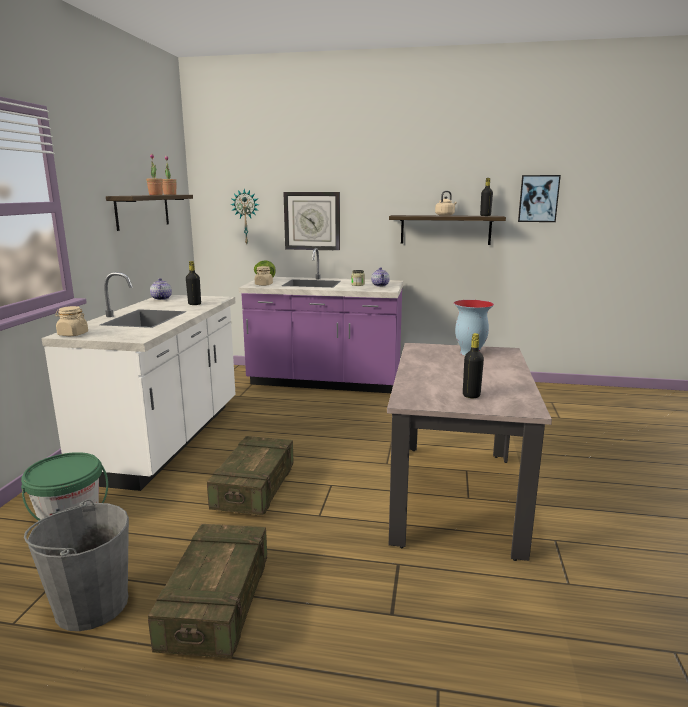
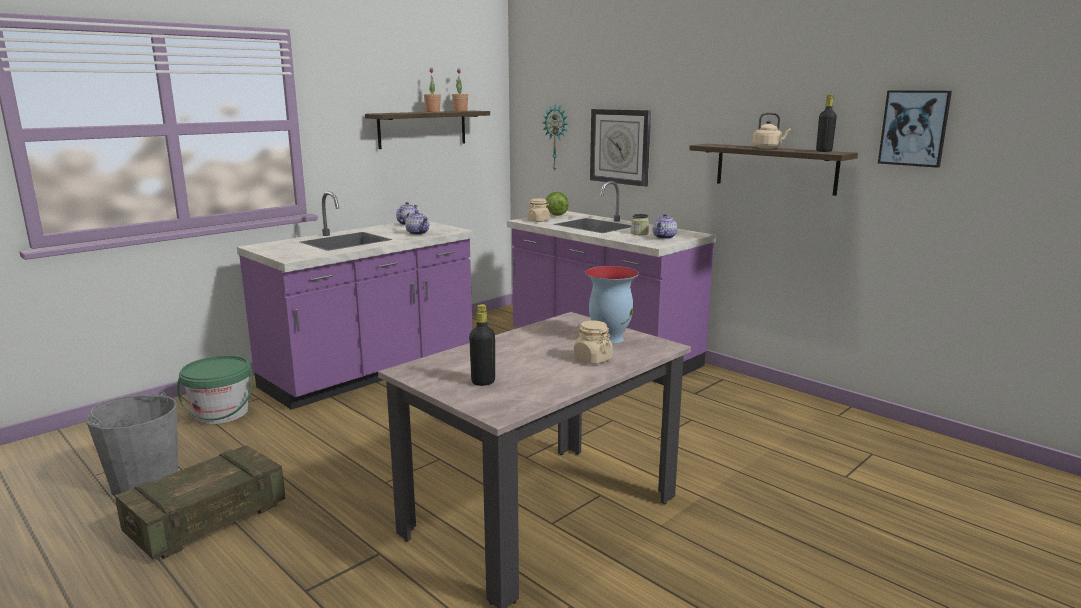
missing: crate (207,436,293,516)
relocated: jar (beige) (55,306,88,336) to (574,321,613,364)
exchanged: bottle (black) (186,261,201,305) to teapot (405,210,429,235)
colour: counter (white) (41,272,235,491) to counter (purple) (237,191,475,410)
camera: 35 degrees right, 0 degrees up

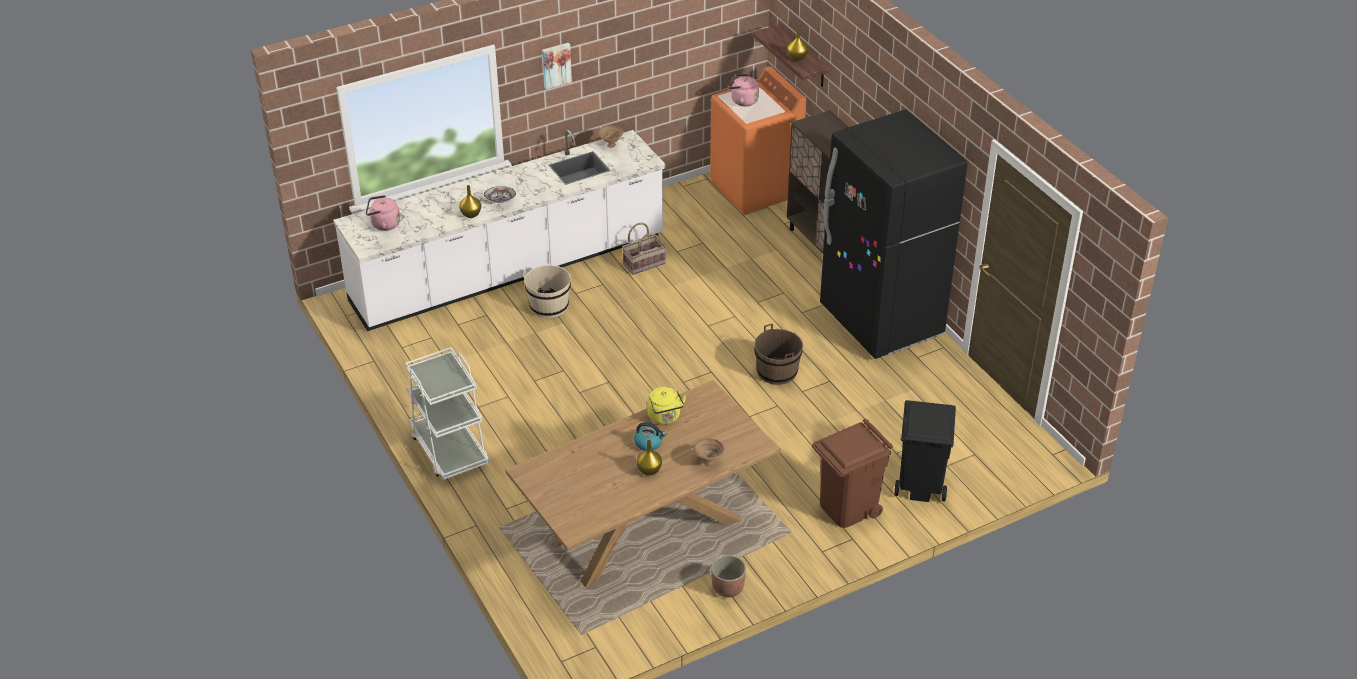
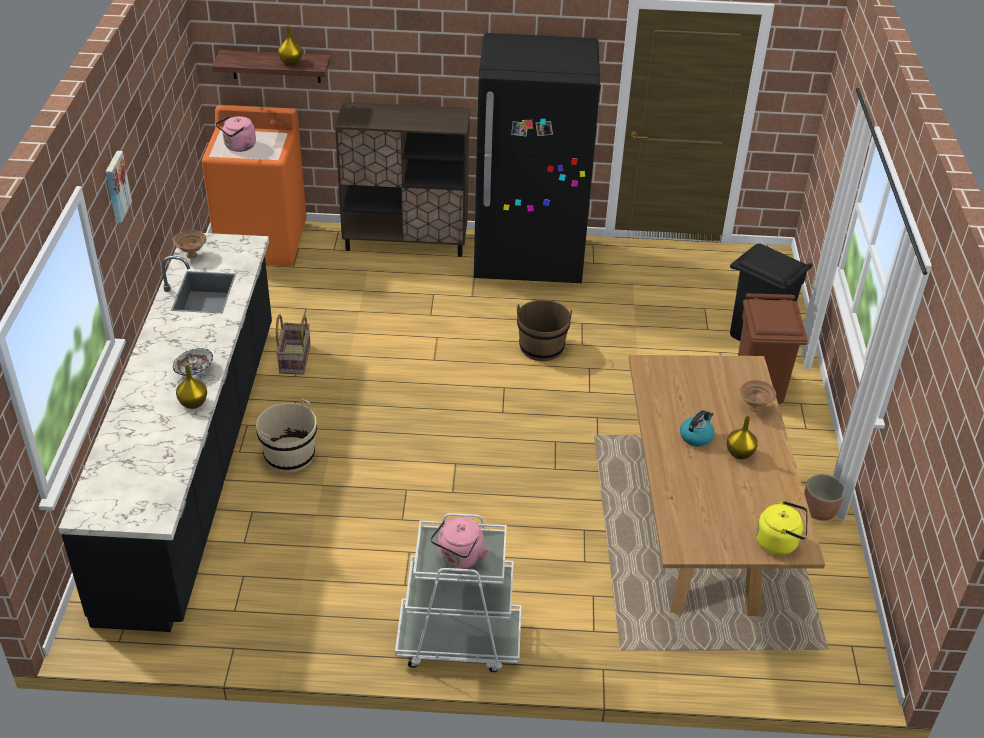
relocated: kettle (pink) (366,195,400,231) to (430,517,490,569); kettle (yellow) (647,387,686,425) to (756,501,808,555)
colour: counter (white) (333,130,665,331) to counter (black) (59,233,272,632)
camera: 60 degrees left, 0 degrees up

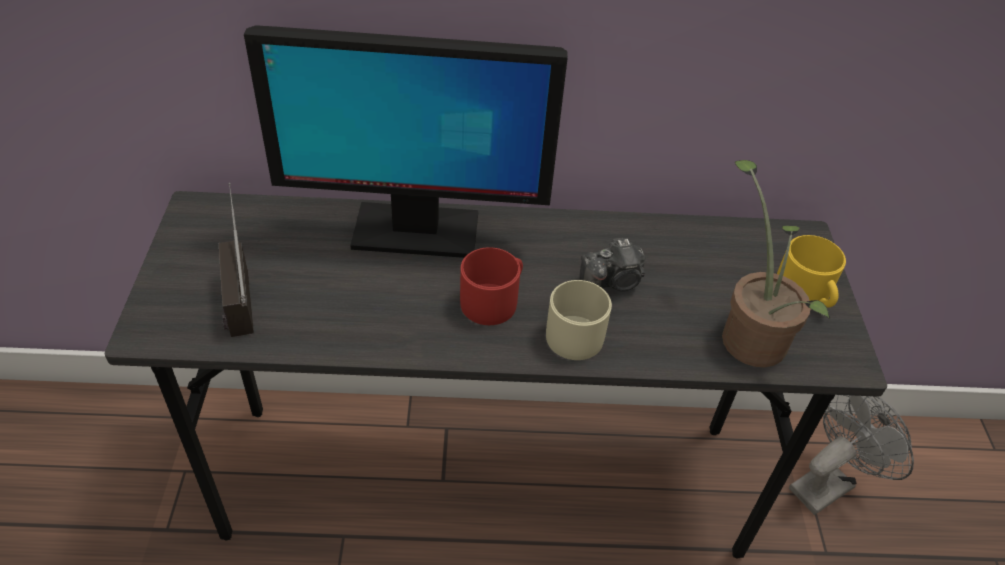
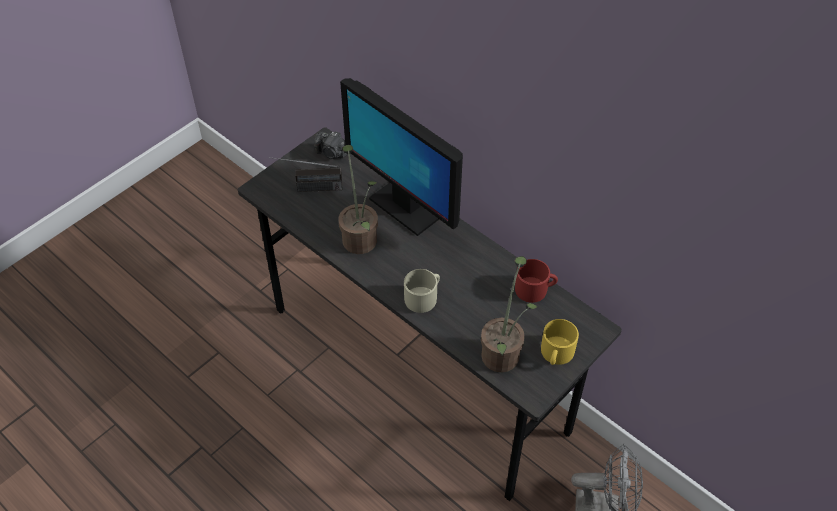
appeared: potted plant (339,145,378,254)
relocated: photo camera (580,238,645,291) to (314,132,347,159); mug (red) (460,247,523,325) to (515,259,558,303)
spun: radio (219,183,254,337) = (269,157,342,192) 120 degrees counterclockwise
camera: 45 degrees right, 5 degrees up

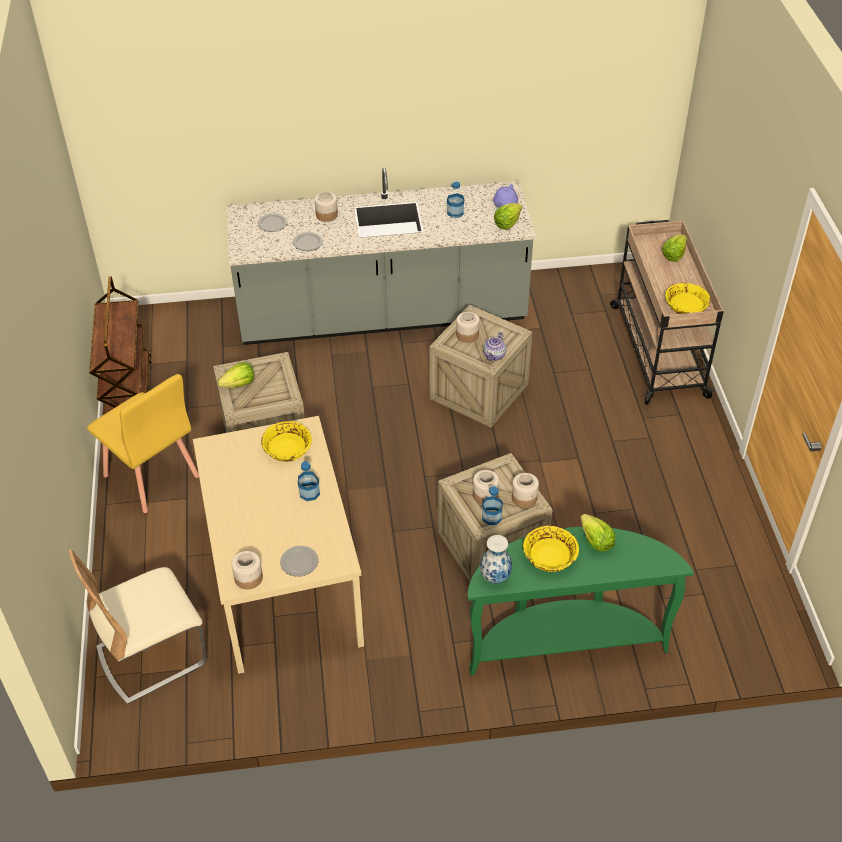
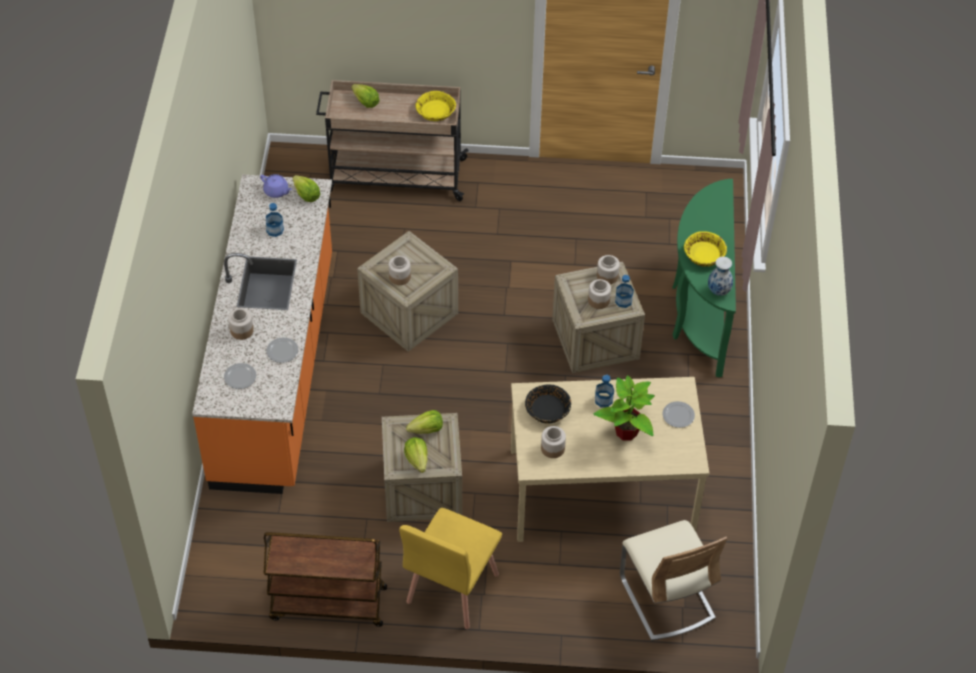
missing: teapot (483,333,506,361)
appeared: potted plant (594,375,655,440)
relocated: lettuce (580,514,615,552) to (406,410,443,434); jar (232,551,263,590) to (541,426,566,458)
colour: counter (grey) (227,168,536,345) to counter (orange) (192,174,332,494); bowl (yellow) (261,421,312,462) to bowl (black) (525,384,571,424)
spun: chair (yellow) (87,374,199,513) = (399,508,502,629) 150 degrees clockwise
camera: 80 degrees left, 5 degrees up

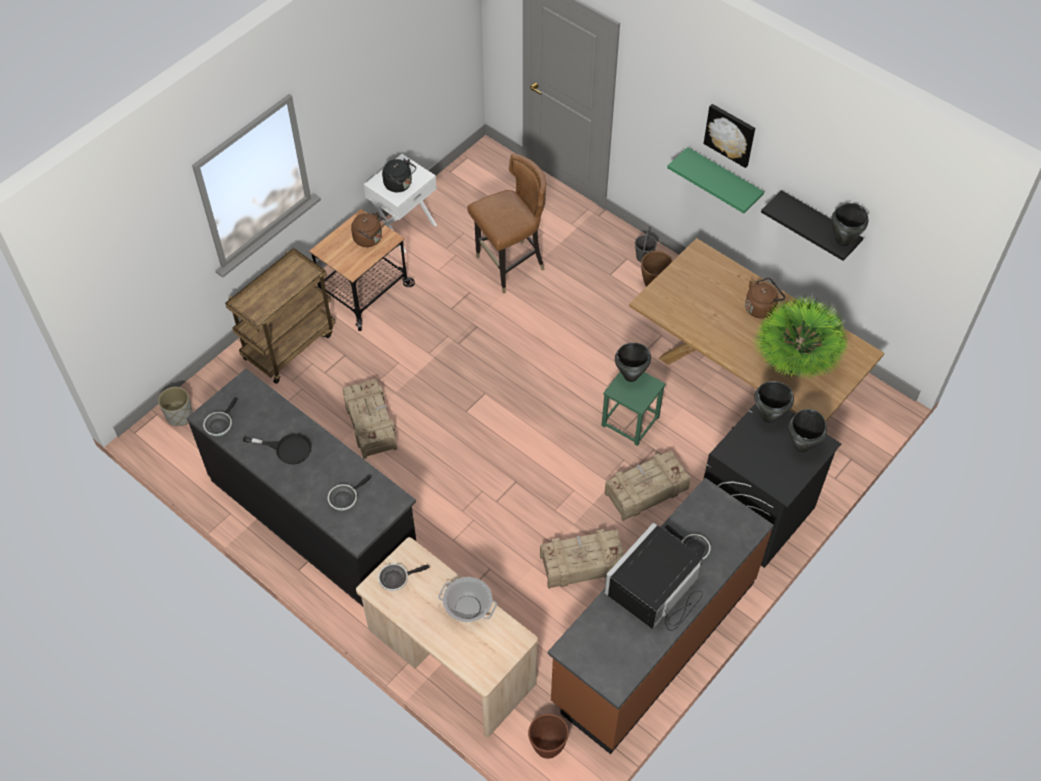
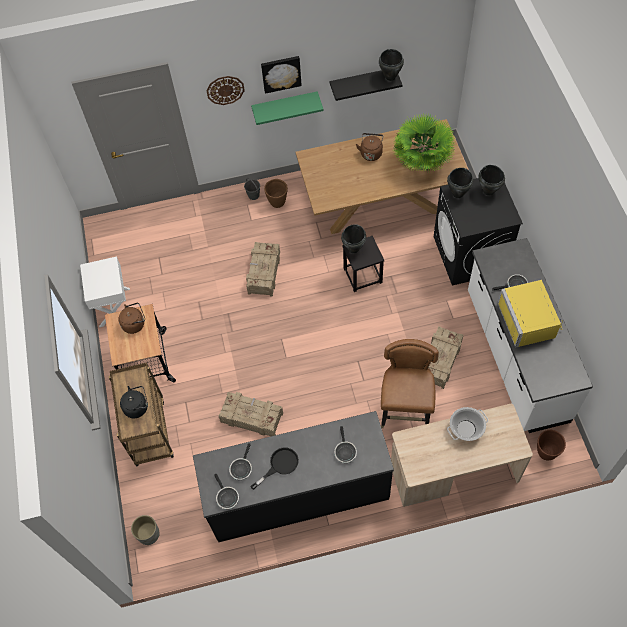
appeared: wall clock (207,76,245,105)
relocated: chair (brown) (467,153,546,293) to (381,339,439,428); kettle (black) (382,159,416,192) to (120,386,148,418); crate (604,451,691,521) to (246,242,280,297); frying pan (378,563,430,591) to (229,443,252,480)
colour: stool (green) (601,372,666,446) to stool (black) (342,236,384,292); counter (brown) (548,478,774,754) to counter (white) (468,238,593,433); microwave (black) (604,522,703,631) to microwave (yellow) (497,280,563,348)
camera: 50 degrees left, 5 degrees up

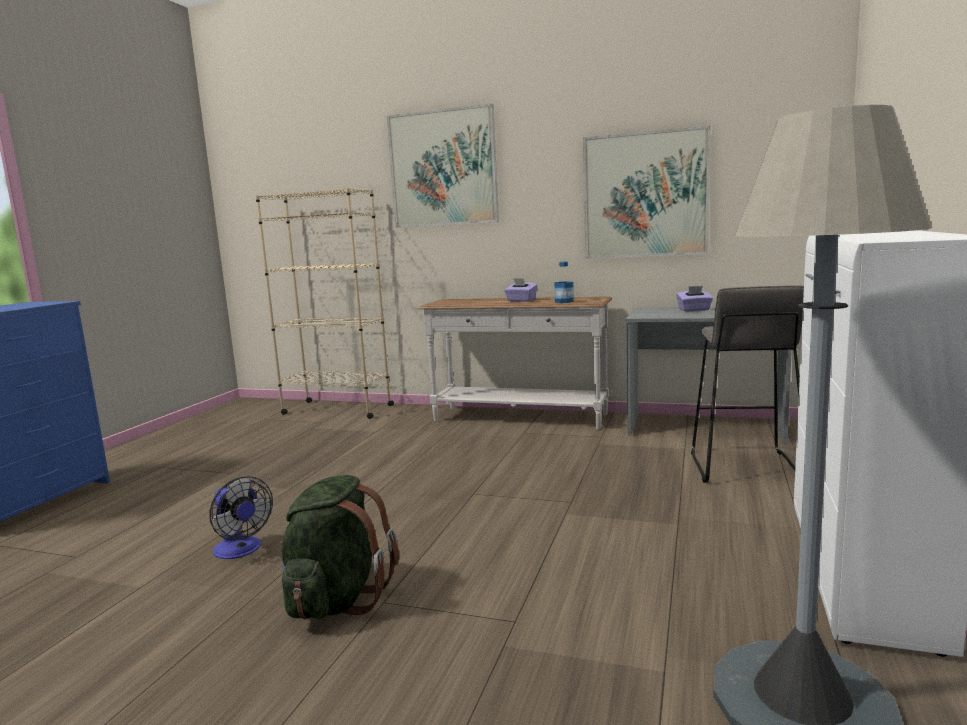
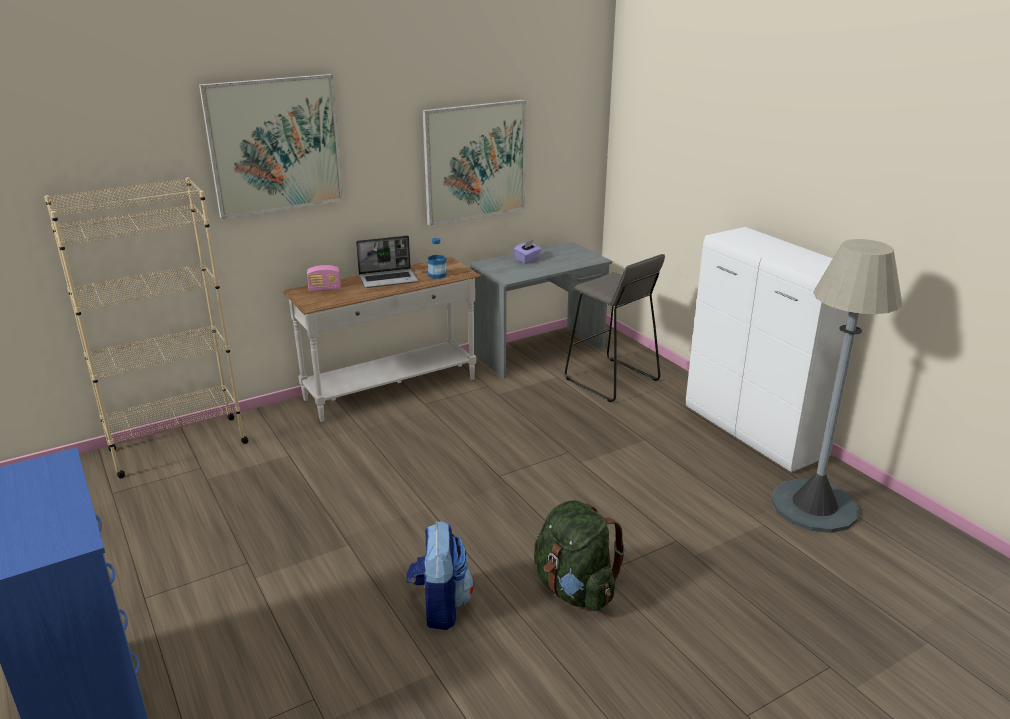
appeared: radio (307,265,341,291)
exchanged: tissue box (purple) (504,278,537,302) to laptop (356,236,418,288); fan (209,476,273,559) to backpack (406,521,474,630)
camera: 50 degrees left, 15 degrees up

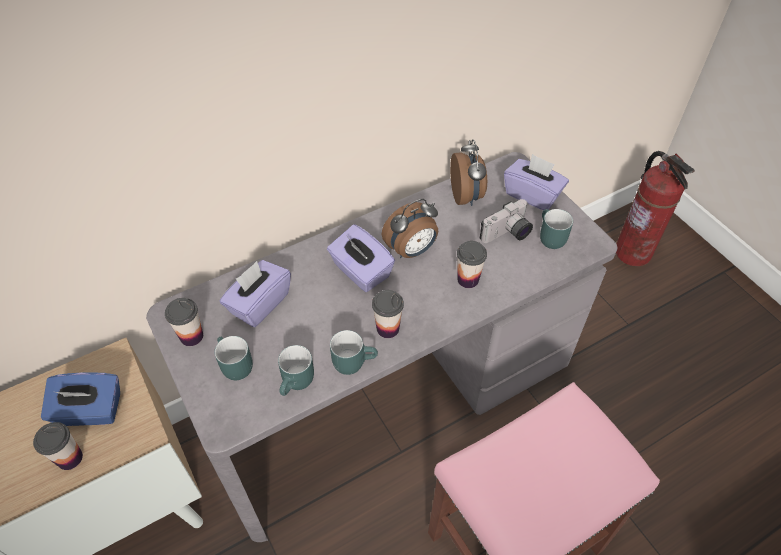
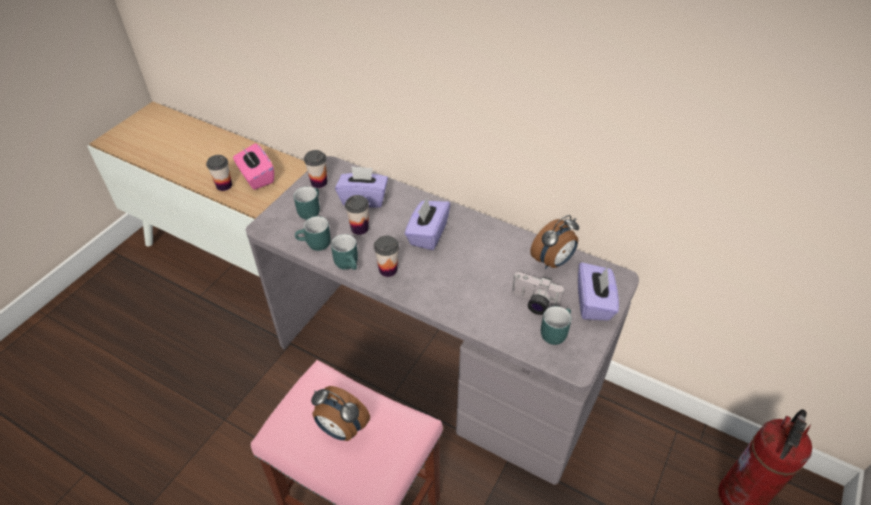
relocated: alarm clock (382,199,438,258) to (311,386,370,441); cup (457,241,487,288) to (345,195,369,235)
colour: tissue box (blue) (41,372,120,426) to tissue box (pink) (233,143,274,190)
camera: 60 degrees right, 5 degrees down

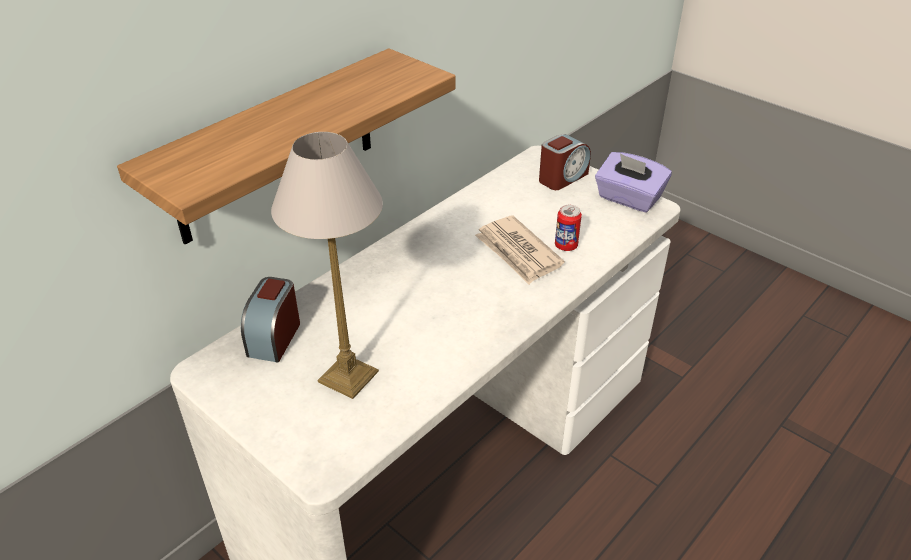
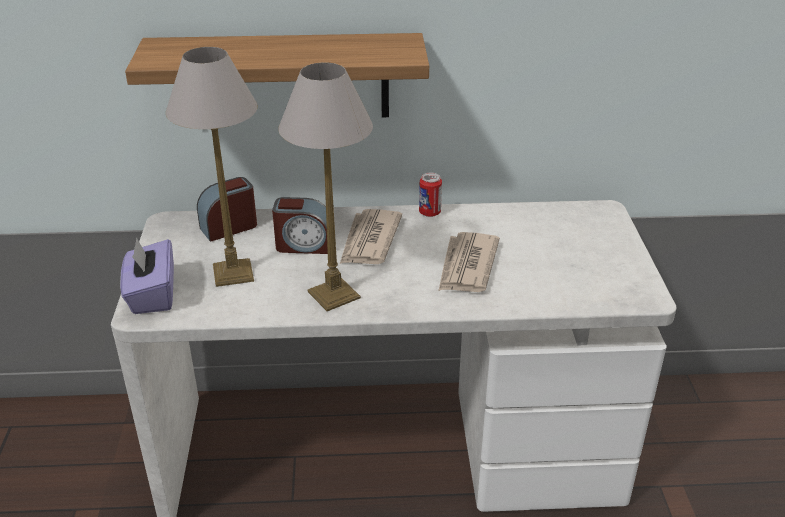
appeared: table lamp (278,63,373,311); newspaper (340,209,402,264)
relocated: alarm clock (539,134,591,190) to (272,197,328,254); tissue box (purple) (595,152,672,213) to (120,238,174,314); can (555,205,582,251) to (419,173,442,217)
camera: 45 degrees right, 5 degrees down

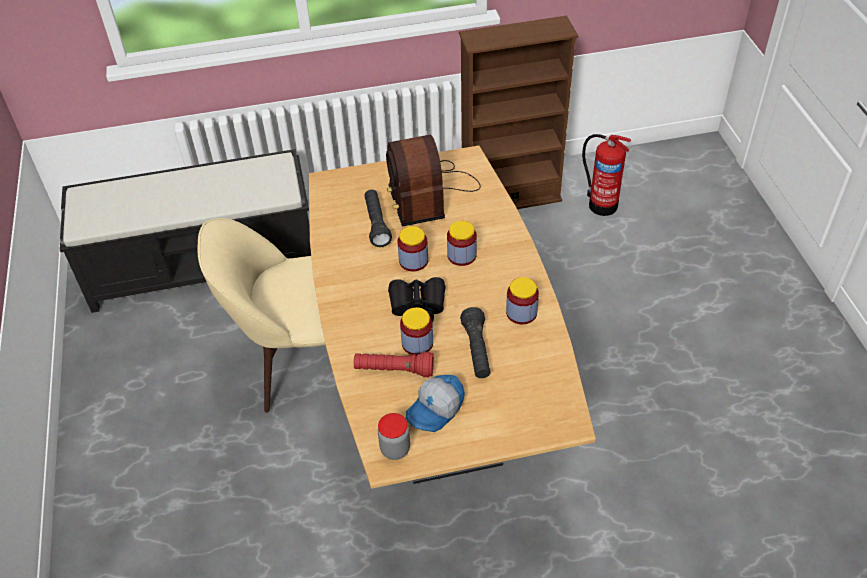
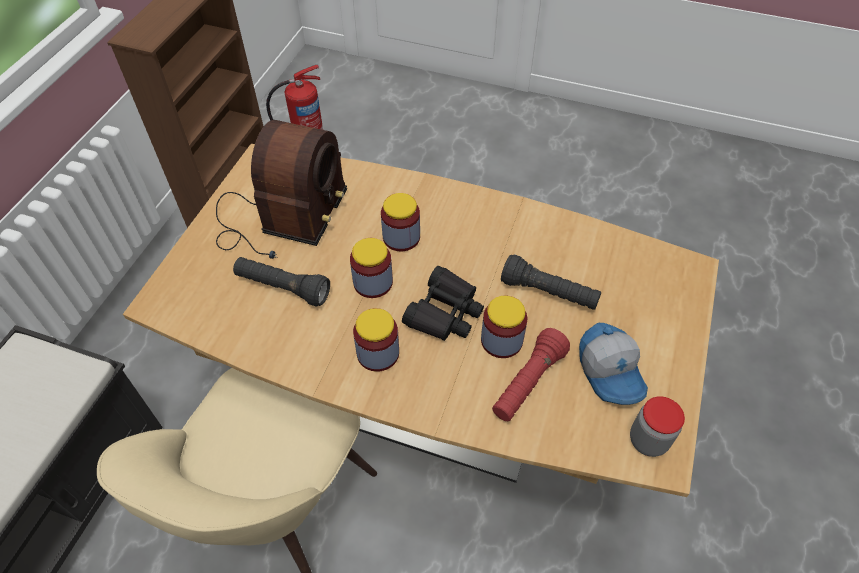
relocated: jar (506,277,539,324) to (353,308,399,372)
spun: radio (386,135,481,227) = (216,120,347,259) 90 degrees counterclockwise
camera: 60 degrees left, 5 degrees up

